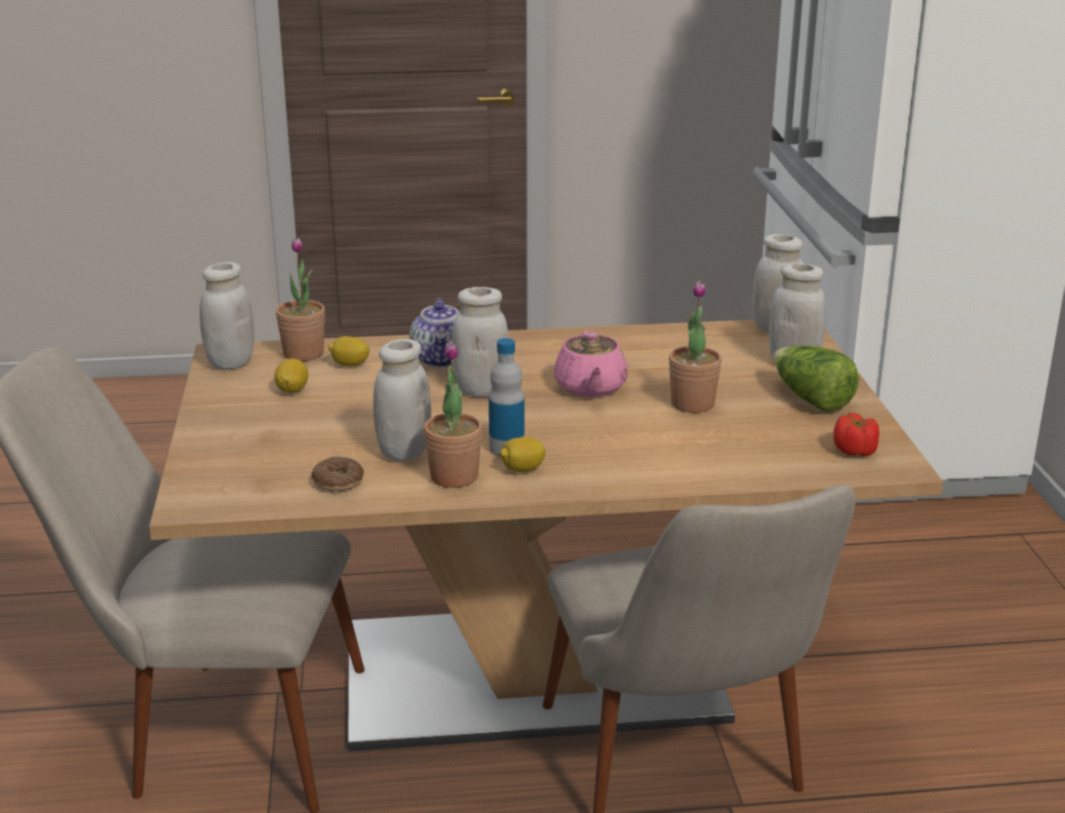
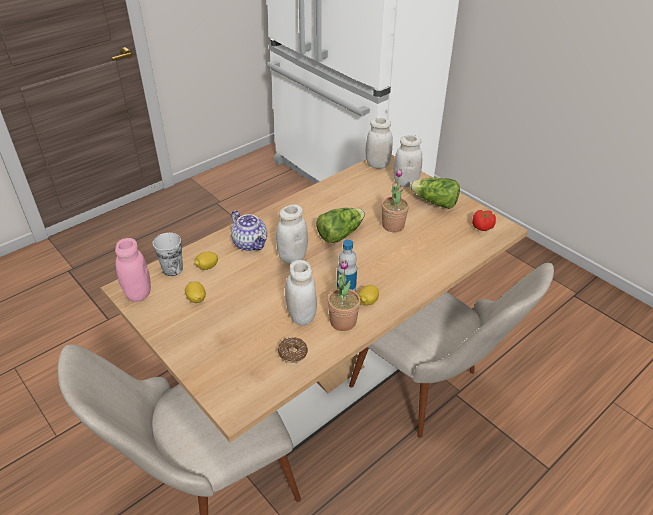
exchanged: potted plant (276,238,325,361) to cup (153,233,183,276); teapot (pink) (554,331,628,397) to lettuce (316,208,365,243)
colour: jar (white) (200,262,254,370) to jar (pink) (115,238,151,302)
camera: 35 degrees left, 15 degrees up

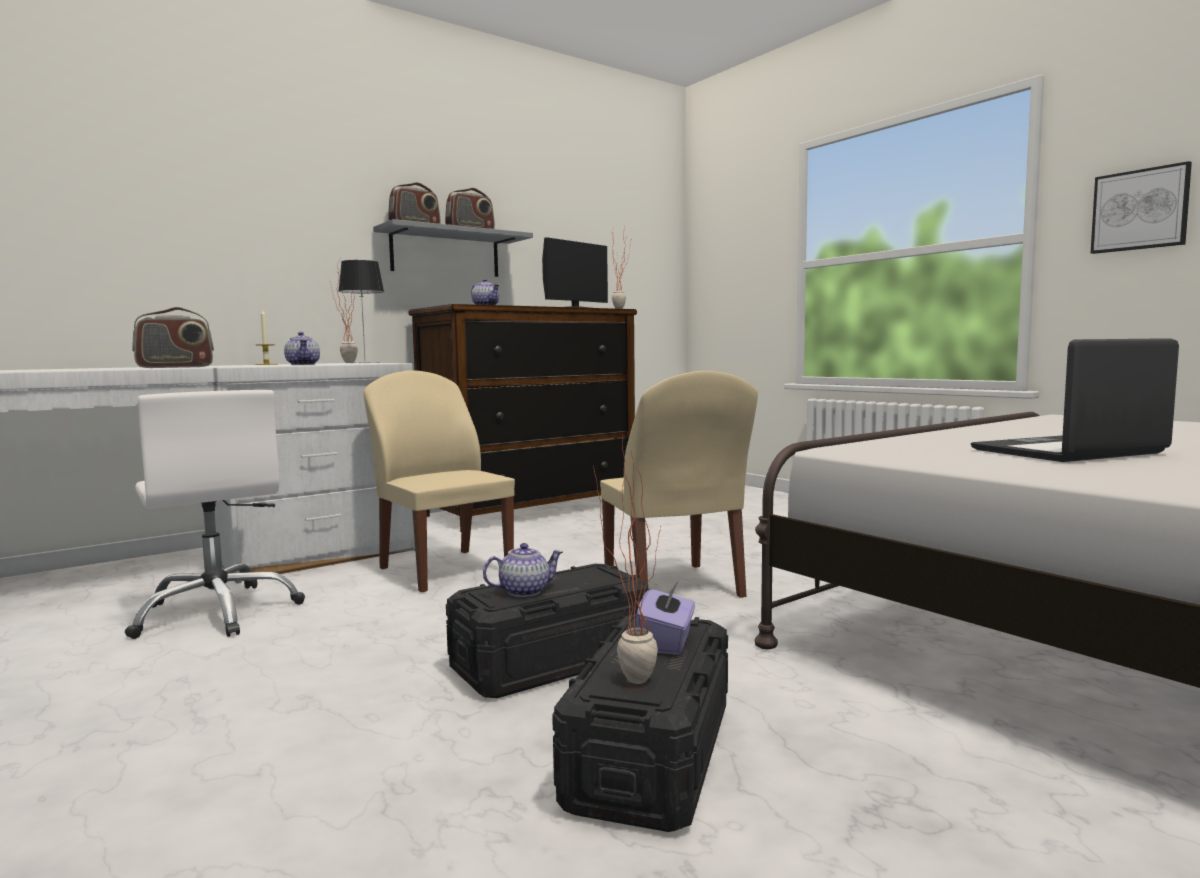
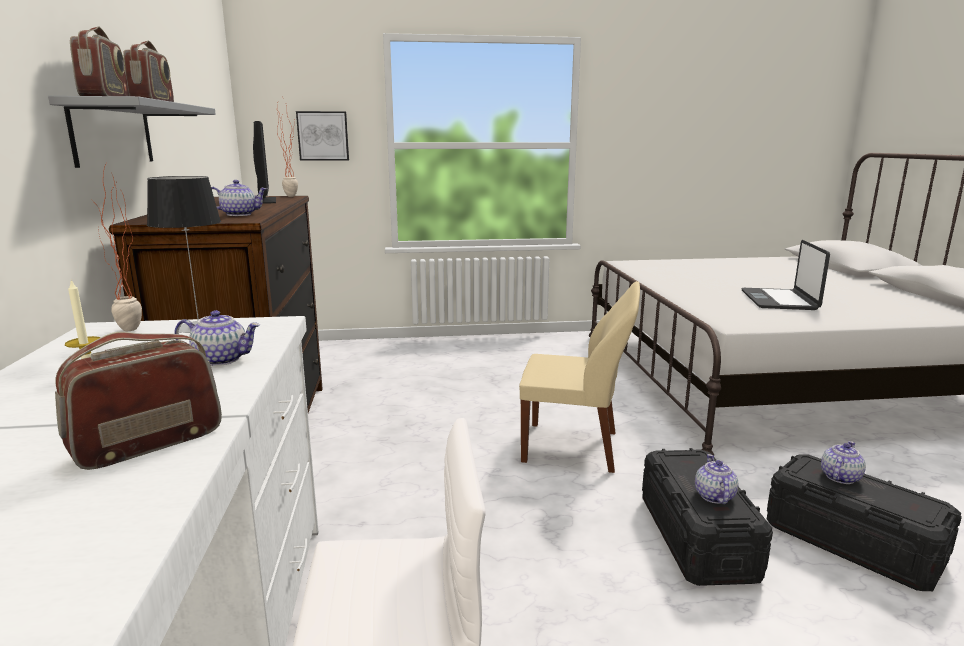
missing: chair (beige) (364,370,515,592); potted plant (594,435,661,684)
relocated: picture (1091,161,1192,254) to (296,111,349,161)
exchanged: tissue box (purple) (636,580,695,655) to teapot (821,441,866,484)
spun: radio (132,307,214,368) = (55,332,222,470) 135 degrees counterclockwise
camera: 60 degrees left, 10 degrees up

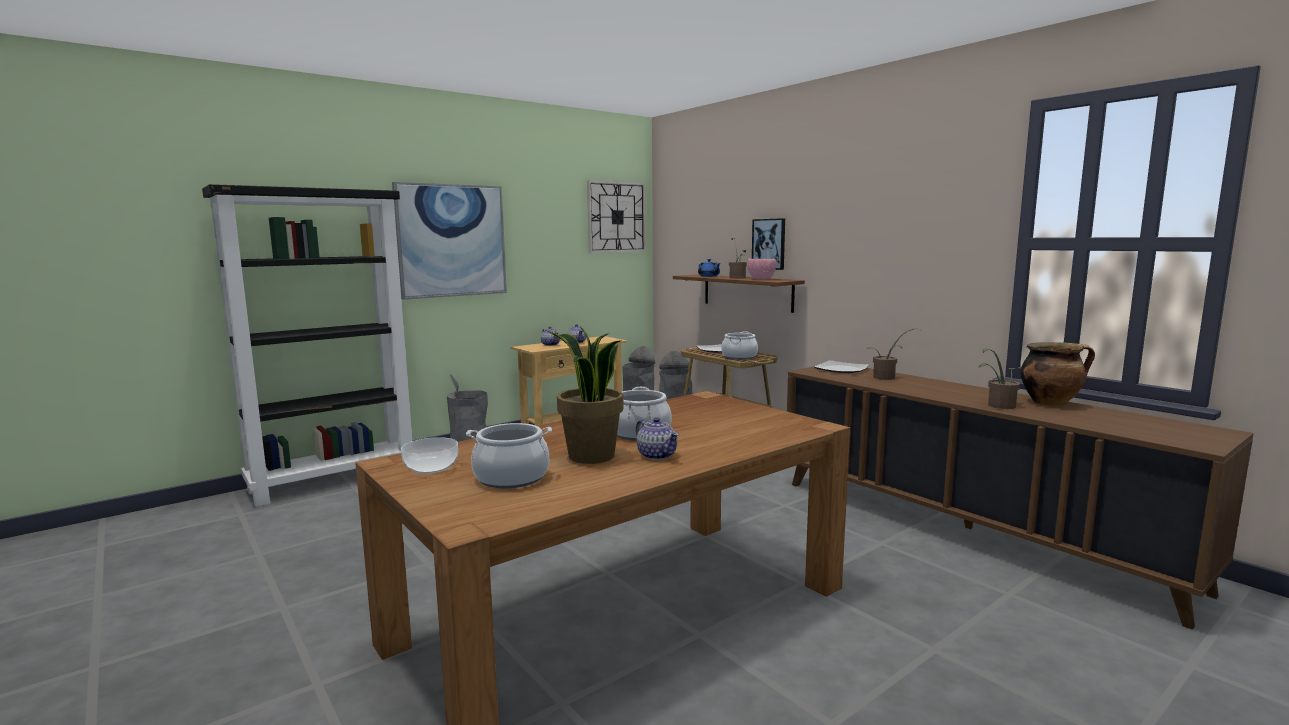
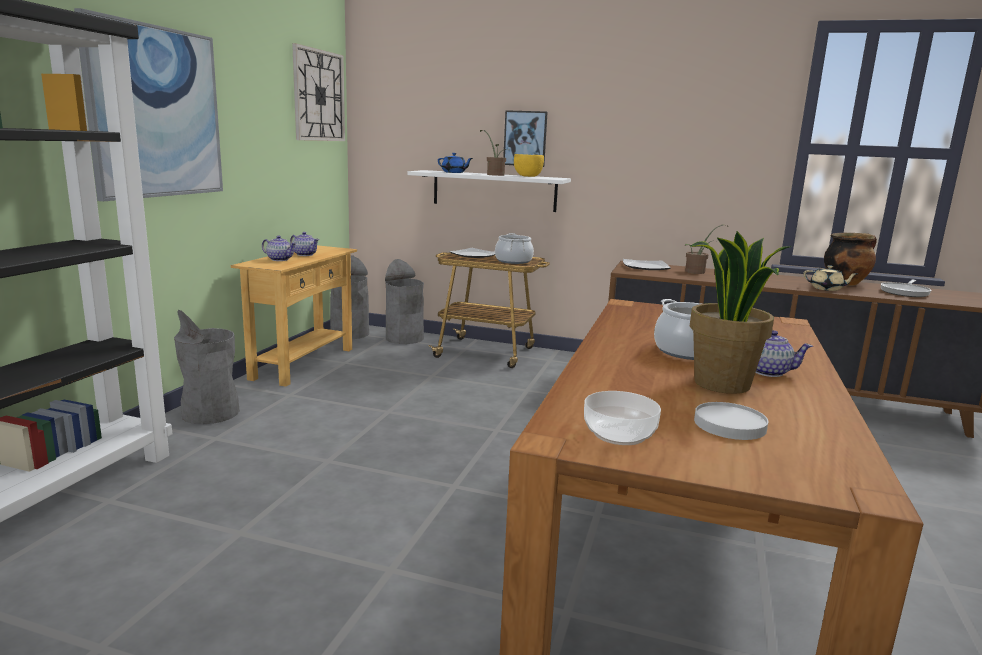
appeared: frying pan (880,280,931,297)
exchanged: potted plant (979,348,1020,409) to teapot (beige) (803,265,858,291); cooking pot (466,423,552,488) to plate (white) (694,402,768,440)
colour: bowl (pink) (747,259,777,279) to bowl (yellow) (514,154,544,177); shelf (brown) (673,274,805,313) to shelf (white) (407,170,571,212)
camera: 35 degrees left, 5 degrees up

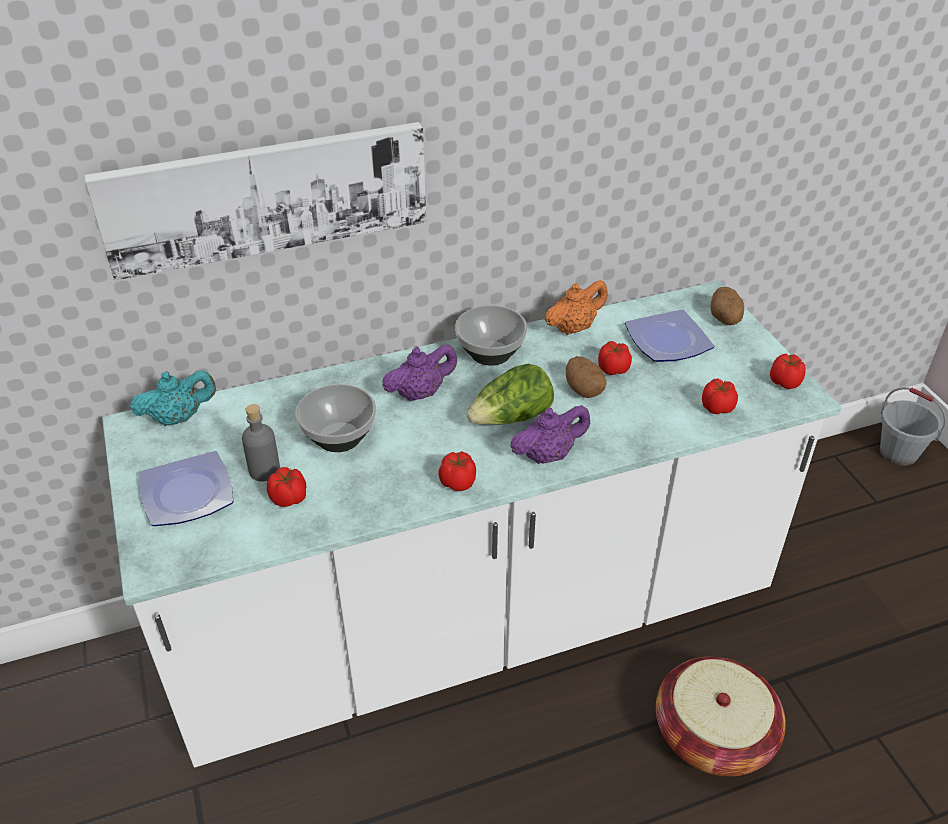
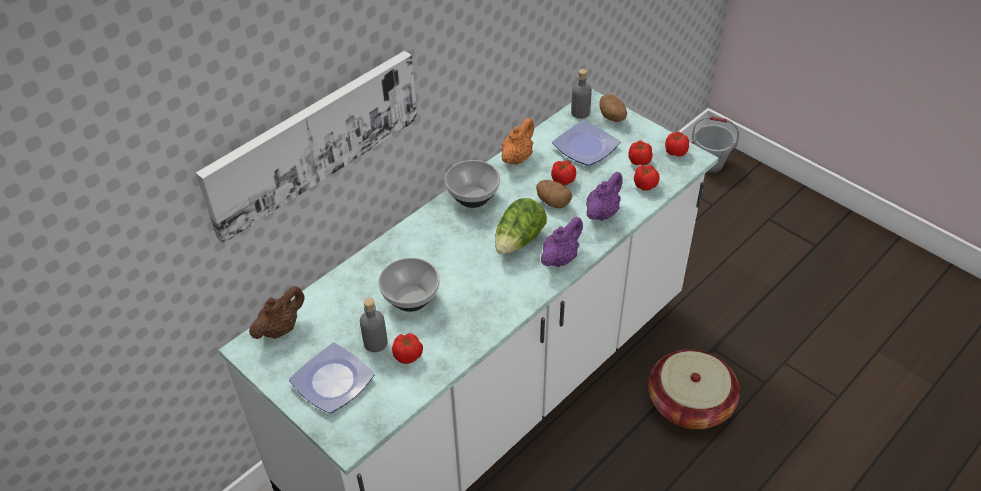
appeared: bottle (grey) (571,69,592,119)
relocated: teapot (purple) (382,344,457,402) to (586,172,622,221); tomato (438,451,476,491) to (628,141,653,165)
colour: teapot (turquoise) (130,370,216,426) to teapot (brown) (249,286,305,339)
camera: 25 degrees left, 5 degrees up

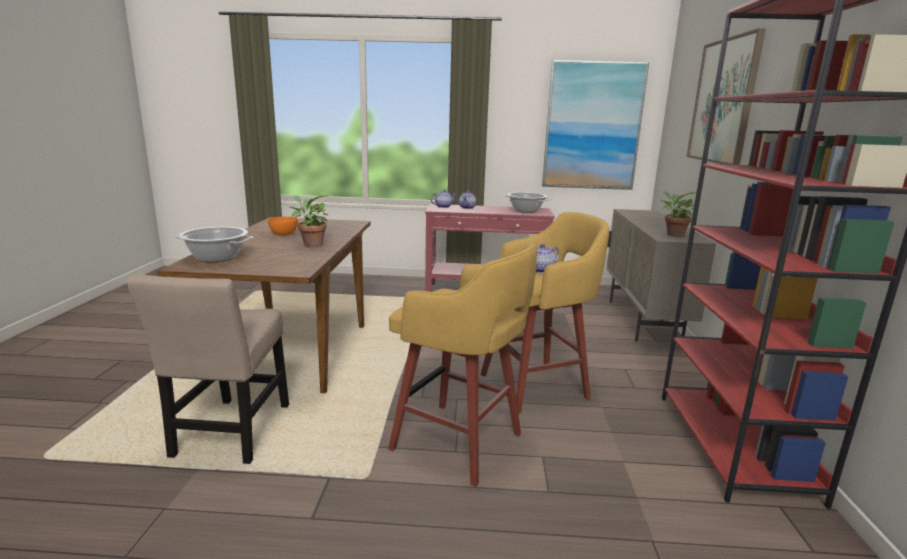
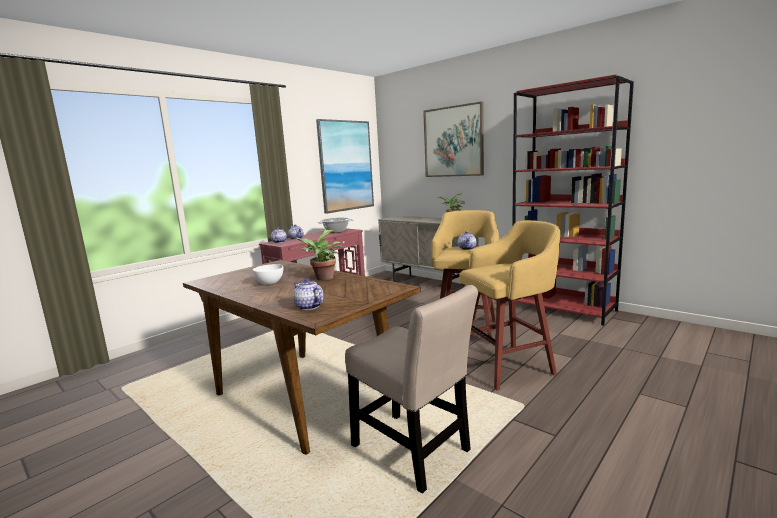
exchanged: cooking pot (174,227,254,262) to teapot (293,278,324,310)
colour: bowl (orange) (267,217,298,236) to bowl (white) (253,264,283,285)
camera: 50 degrees left, 5 degrees down

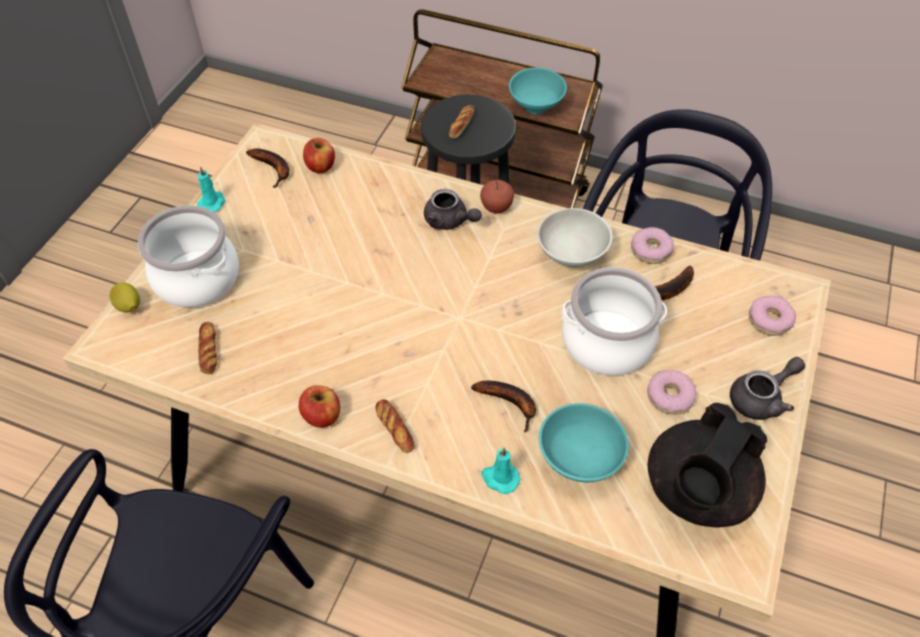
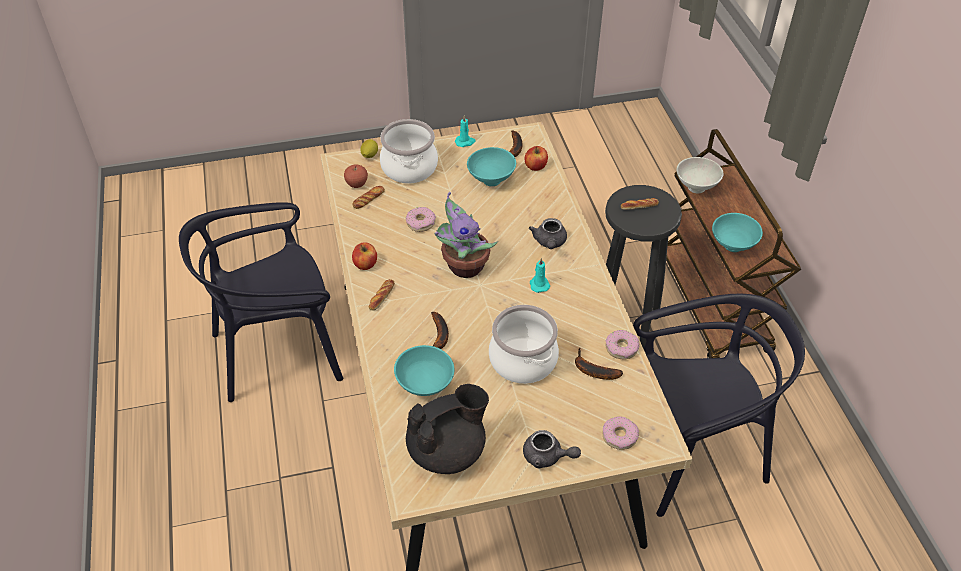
appeared: bowl (turquoise) (467,147,516,186); potted plant (434,191,498,278)
relocated: apple (480,180,514,213) to (344,165,368,188); bowl (white) (537,208,613,268) to (676,157,724,194); donut (647,370,696,414) to (406,207,436,232); candle (turquoise) (481,448,520,494) to (530,258,550,293)
spun: teapot (black) (648,403,767,528) = (406,384,489,474) 150 degrees clockwise
camera: 55 degrees right, 5 degrees down

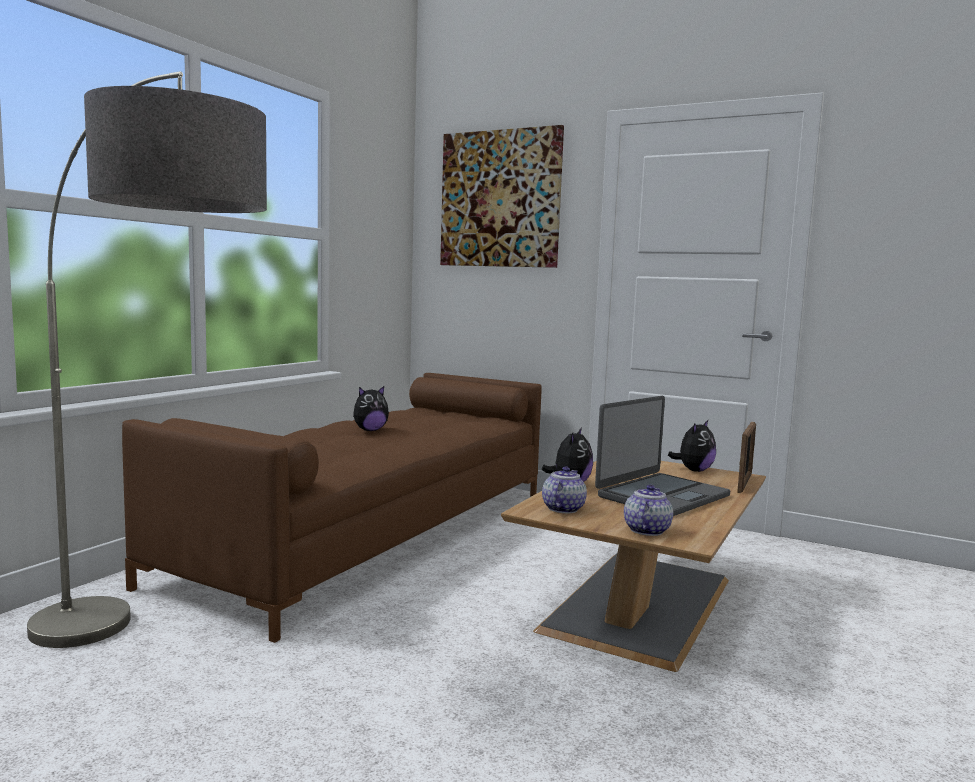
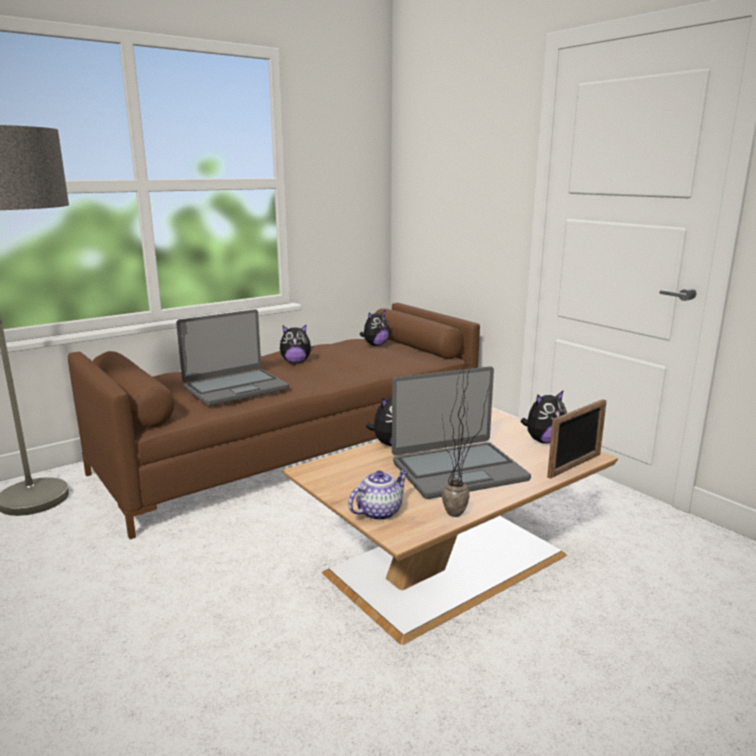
missing: picture (440,125,564,268); teapot (542,467,587,513)
appeared: laptop (176,309,289,406); plush toy (360,309,390,346); potted plant (442,355,490,517)
camera: 25 degrees right, 10 degrees up

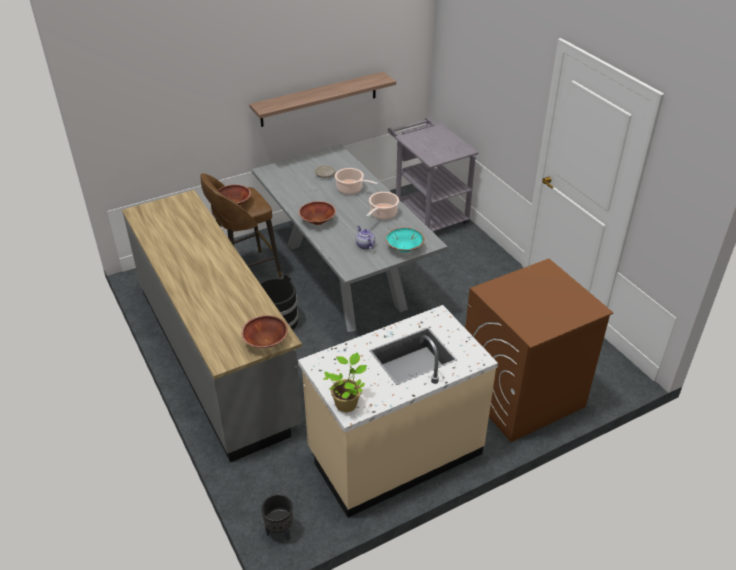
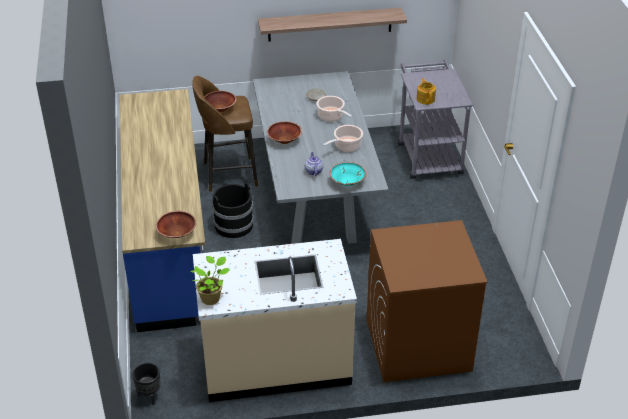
appeared: teapot (417,78,436,104)
colour: counter (grey) (122,190,302,462) to counter (blue) (120,89,205,332)
camera: 20 degrees right, 0 degrees up

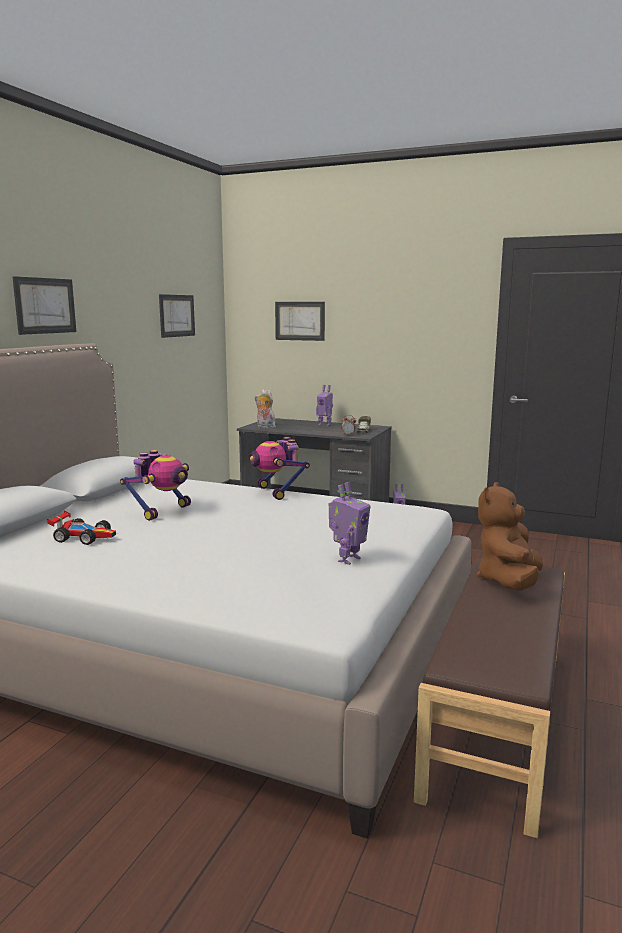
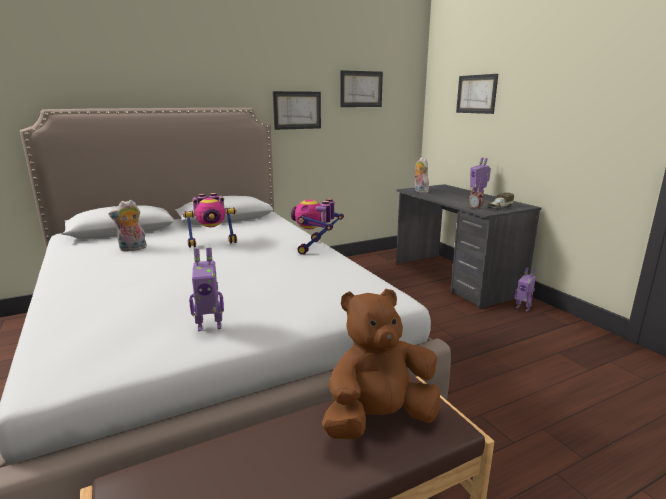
relocated: picture (12,276,76,335) to (273,91,321,130)
exchanged: toy car (47,510,116,545) to plush toy (109,200,147,251)
camera: 40 degrees right, 5 degrees up

